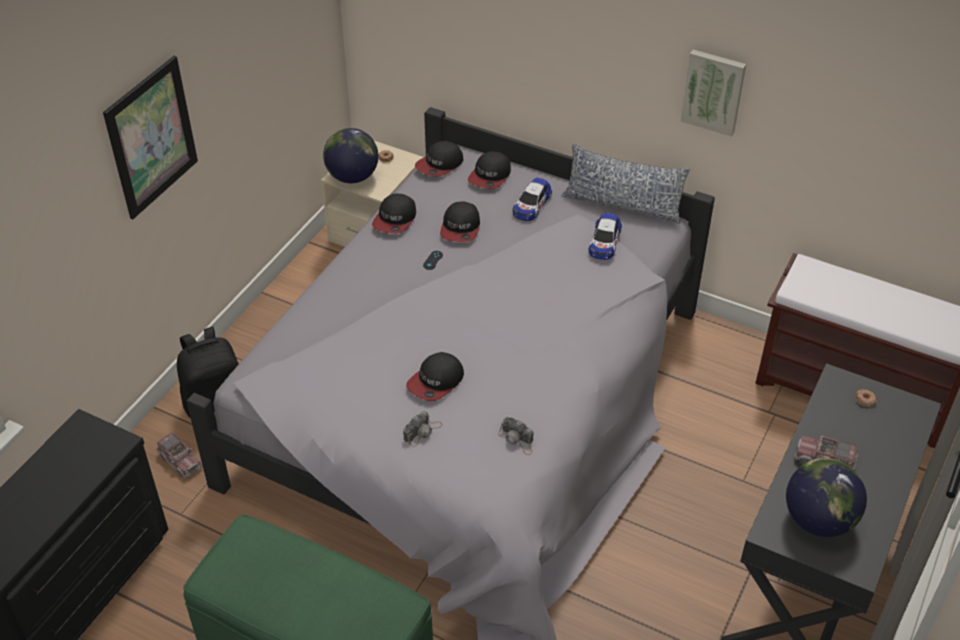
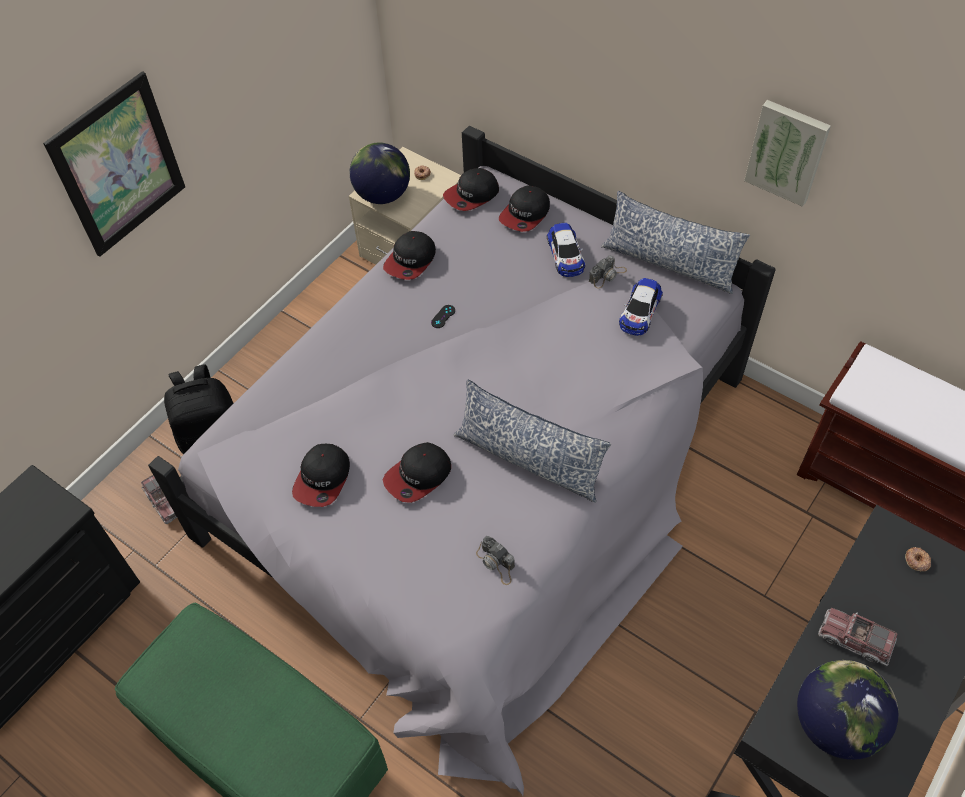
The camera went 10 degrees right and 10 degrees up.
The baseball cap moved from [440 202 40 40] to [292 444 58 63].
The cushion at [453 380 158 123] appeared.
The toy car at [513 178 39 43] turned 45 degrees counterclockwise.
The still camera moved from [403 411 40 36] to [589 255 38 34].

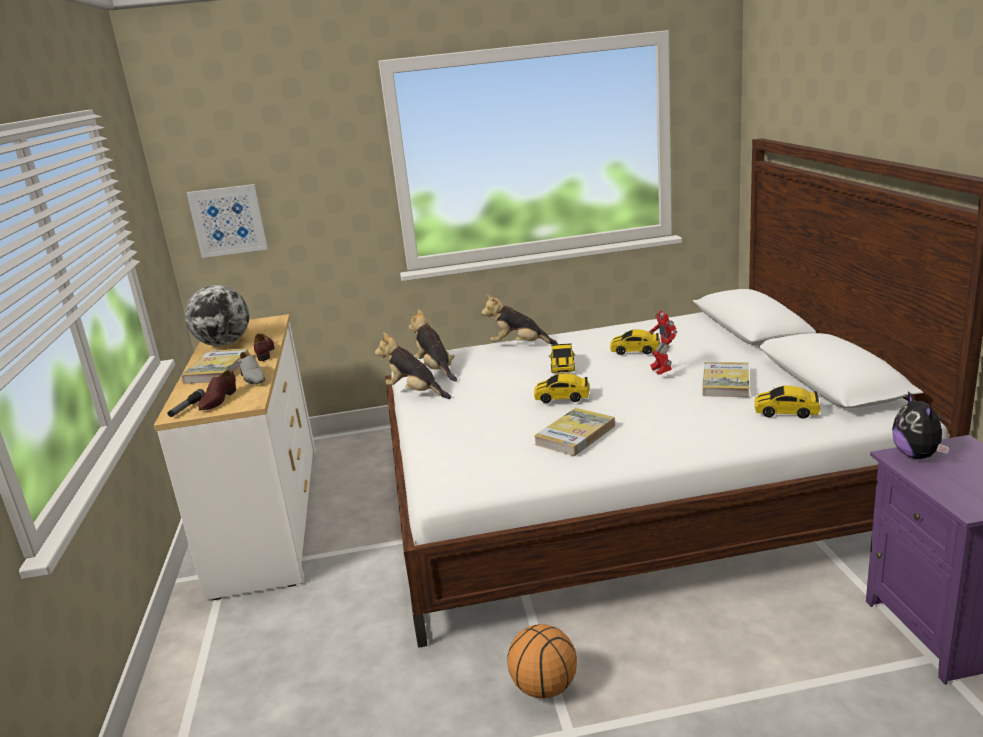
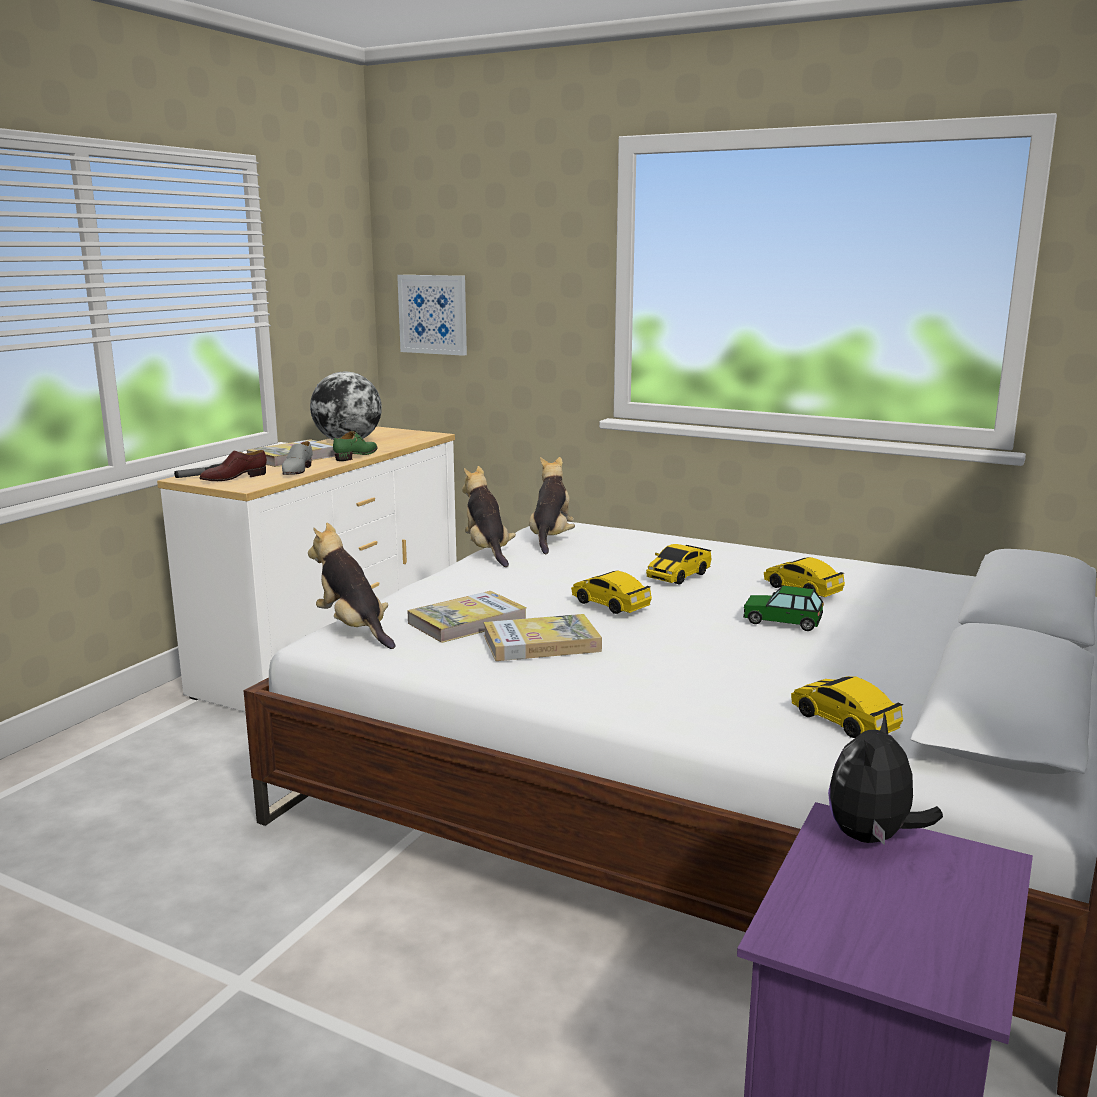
The camera went 35 degrees right and 5 degrees down.
The plush toy moved from [481 294 77 51] to [308 523 87 126].
The low shoe/brownish at [254 333 21 28] became the low shoe/green at [333 431 44 30].
The bound book moved from [702 362 47 35] to [407 591 120 52].
The robot figure at [649 310 28 65] was replaced by the toy car at [743 586 81 45].
The basketball ball at [507 624 70 74] disappeared.

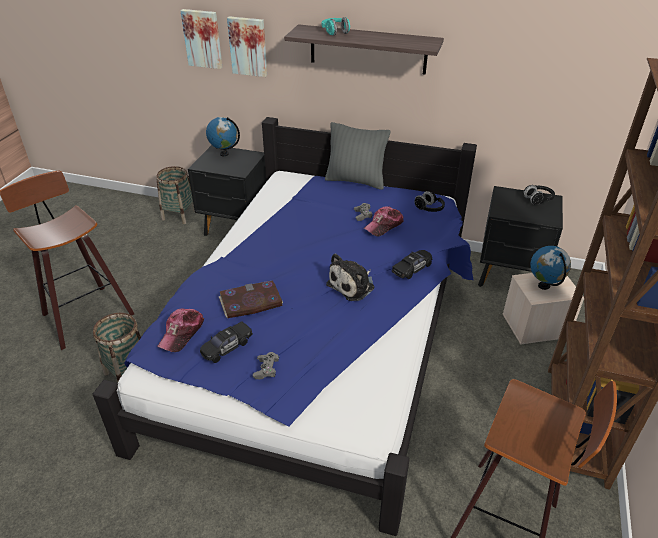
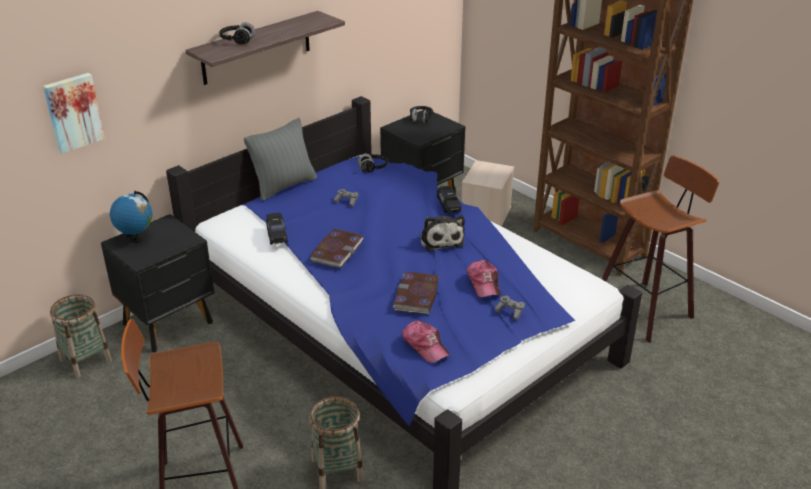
The camera went 60 degrees left and 5 degrees down.
The headset/turquoise at [322 17 28 19] became the headset/blackish at [219 22 36 22].
The toy car/blackish moved from [200 321 53 42] to [266 213 22 32].
The bound book at [310 229 54 39] appeared.
The baseball cap moved from [363 206 41 30] to [467 260 34 37].
The wall picture at [227 16 40 61] disappeared.
The world globe at [530 246 41 44] disappeared.

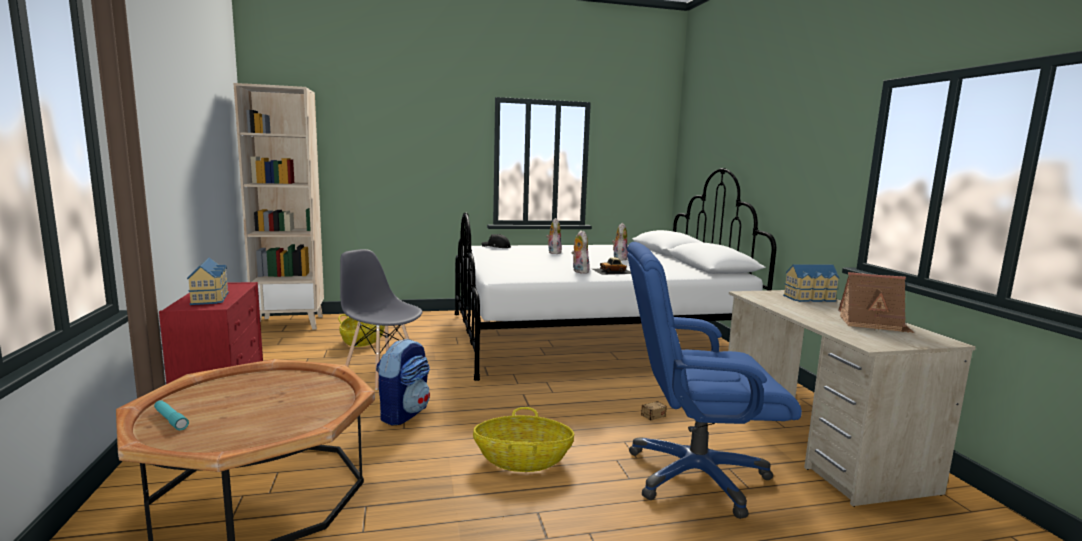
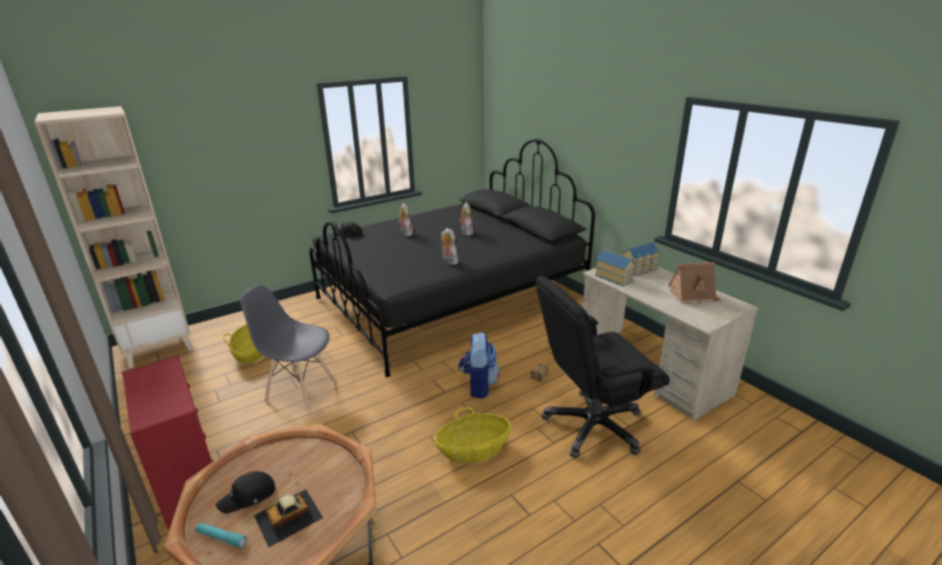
The camera went 20 degrees left and 15 degrees up.
The baseball cap/blackish at [216 471 59 43] appeared.
The toy car moved from [592 257 39 18] to [254 489 69 58].
The sleeping bed/whitish at [455 168 322 213] became the sleeping bed/blackish at [309 139 286 238].
The knapsack moved from [376 338 54 88] to [459 332 41 67].
The desk chair/blue at [627 242 175 277] became the desk chair/blackish at [536 276 134 182].
The model house moved from [187 257 42 48] to [595 249 40 37].

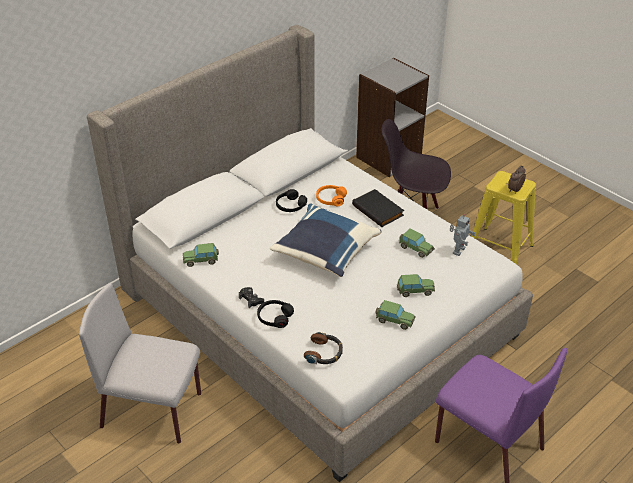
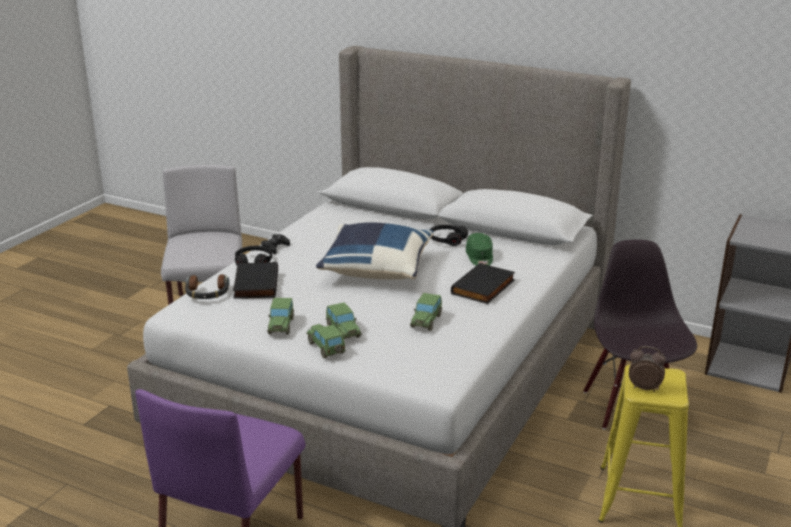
The camera went 70 degrees right and 15 degrees down.
The bound book/blackish at [233 262 45 37] appeared.
The toy car moved from [183 243 36 24] to [306 324 40 34].
The headset/orange-coloured at [316 185 31 21] was replaced by the baseball cap/green at [466 233 27 33].
The robot figure at [450 214 25 42] disappeared.

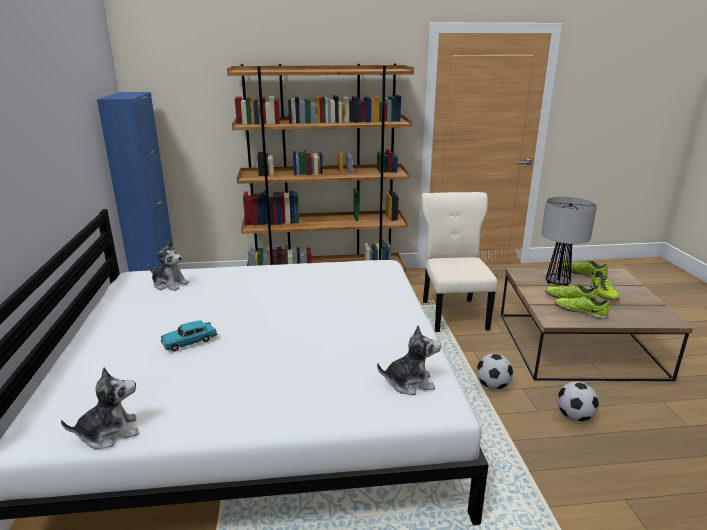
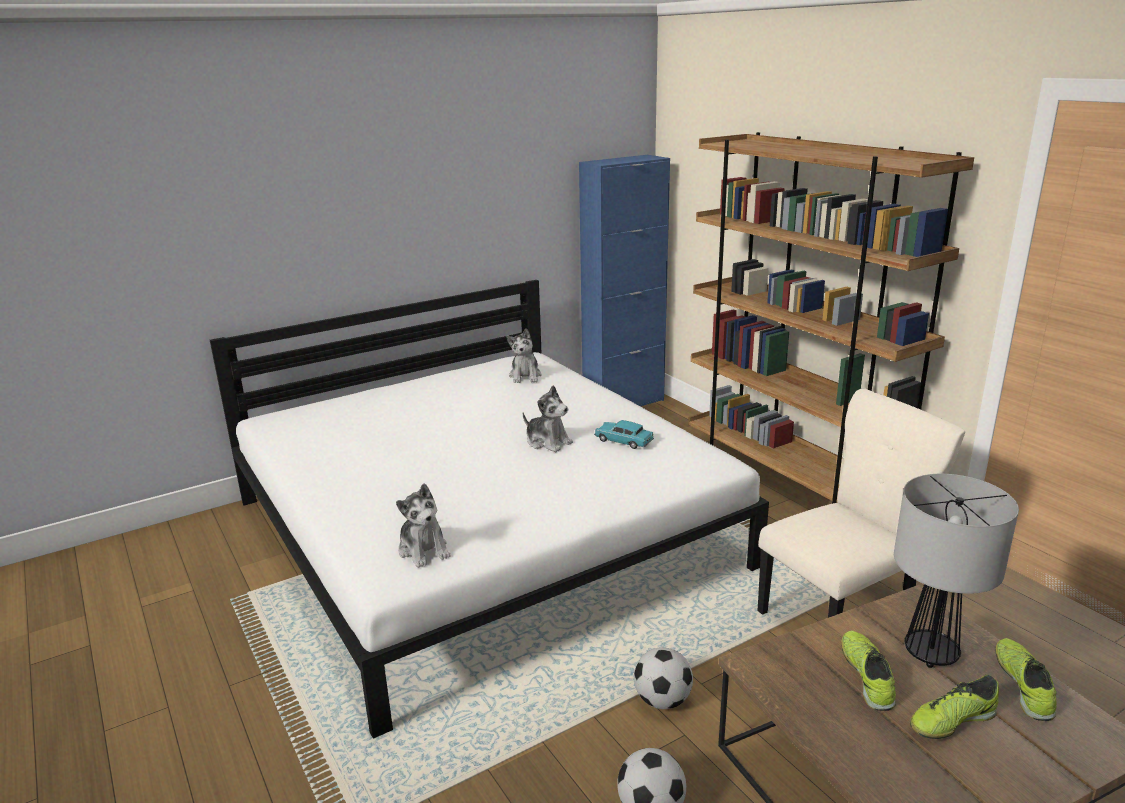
The camera went 65 degrees right and 0 degrees up.
The plush toy moved from [61 367 78 82] to [523 385 50 67].
The toy car/turquoise moved from [160 320 58 32] to [594 420 60 29].
The low shoe at [555 296 54 23] disappeared.

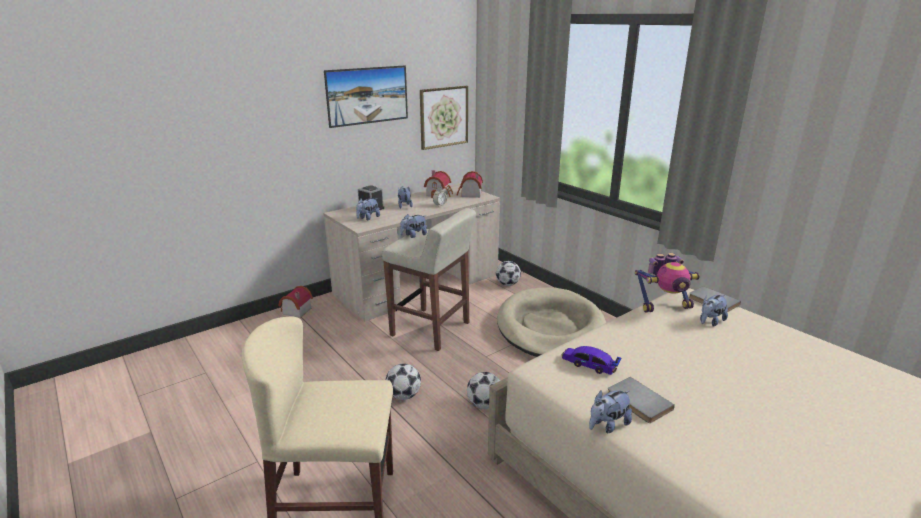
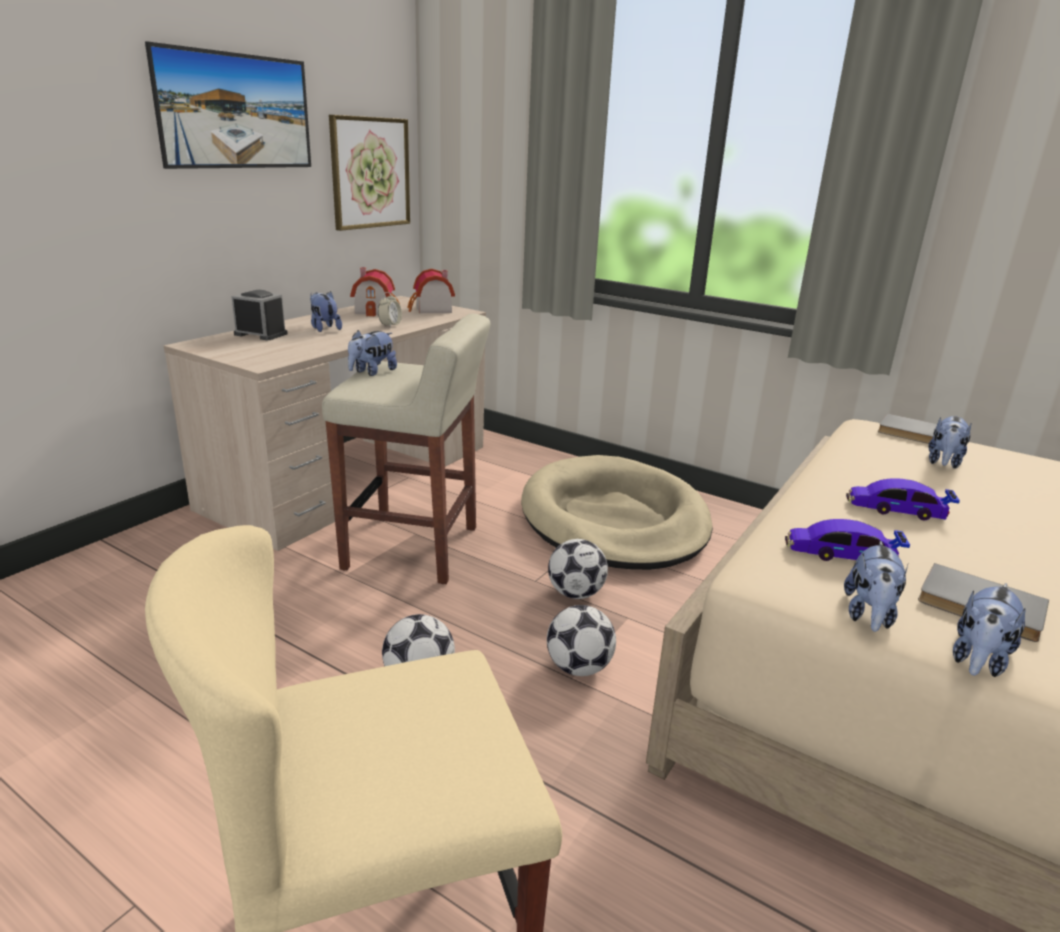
The camera went 20 degrees left and 0 degrees up.
The football moved from [496 261 25 25] to [548 539 60 60].
The plush toy moved from [356 198 24 22] to [844 540 64 92].
The toy car at [846 478 114 43] appeared.
The model house at [278 286 35 32] disappeared.
The robot figure at [635 253 65 60] disappeared.

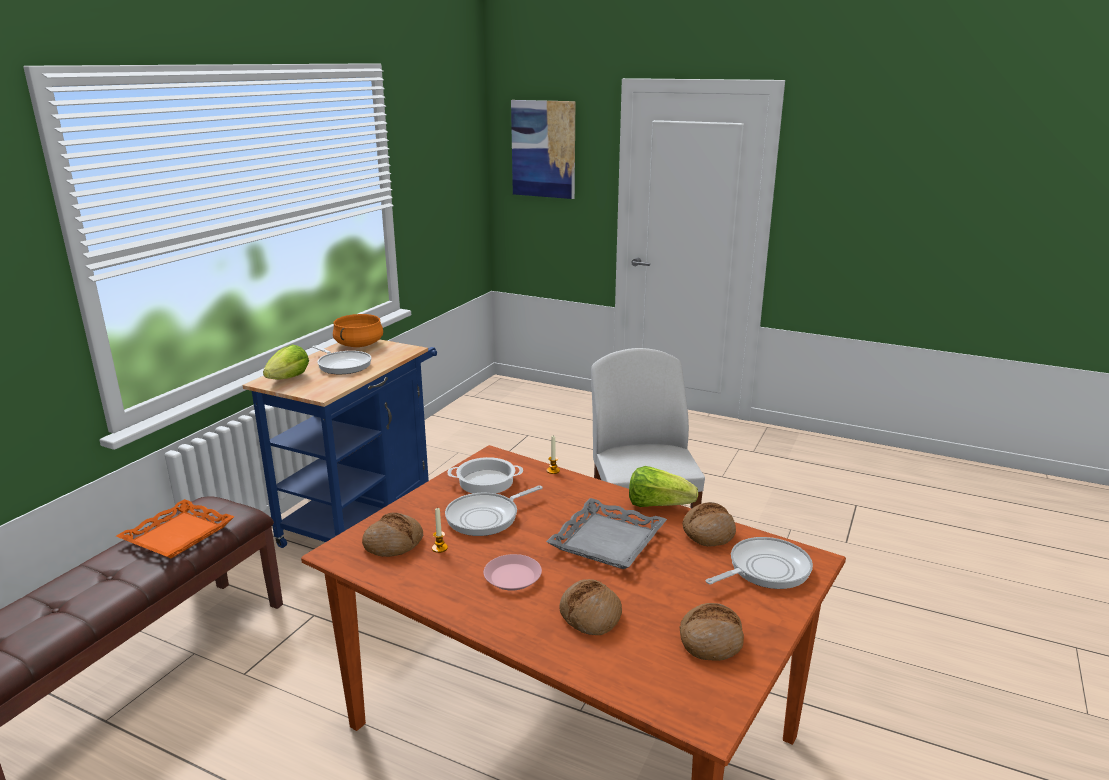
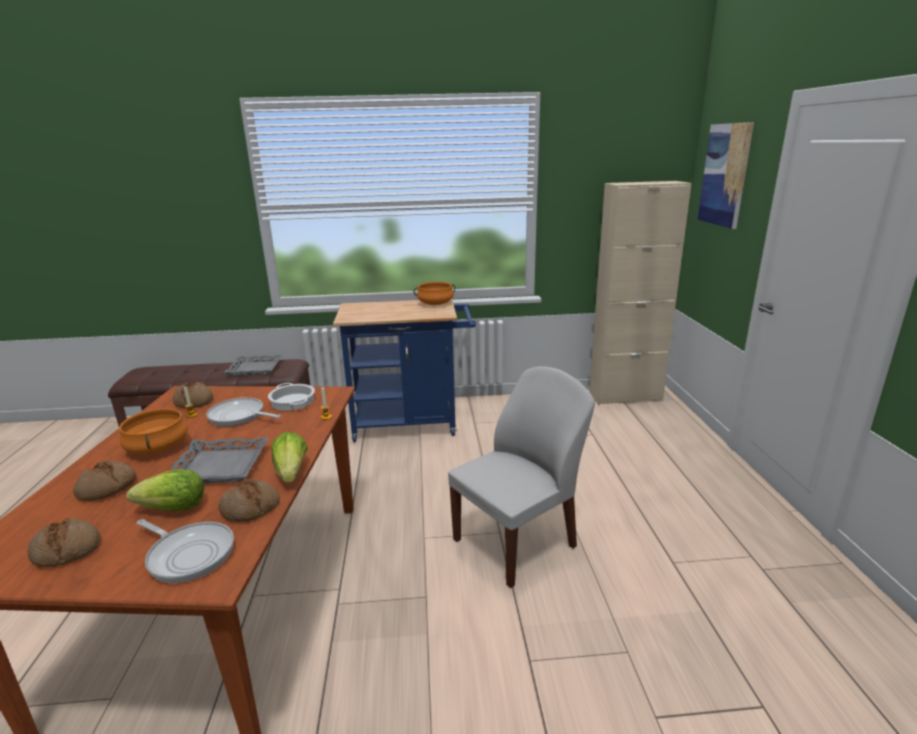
The camera went 60 degrees right and 0 degrees up.
The dinner plate/pink at [484 554 58 37] was replaced by the saucepot/orange-coloured at [119 408 69 47].
The lettuce moved from [263 344 46 36] to [126 469 78 42].
The tray/orange-coloured at [116 499 119 59] became the tray/gray at [224 354 59 22].
The cabinet/beige at [589 181 103 224] appeared.
The frying pan at [312 346 59 28] disappeared.

